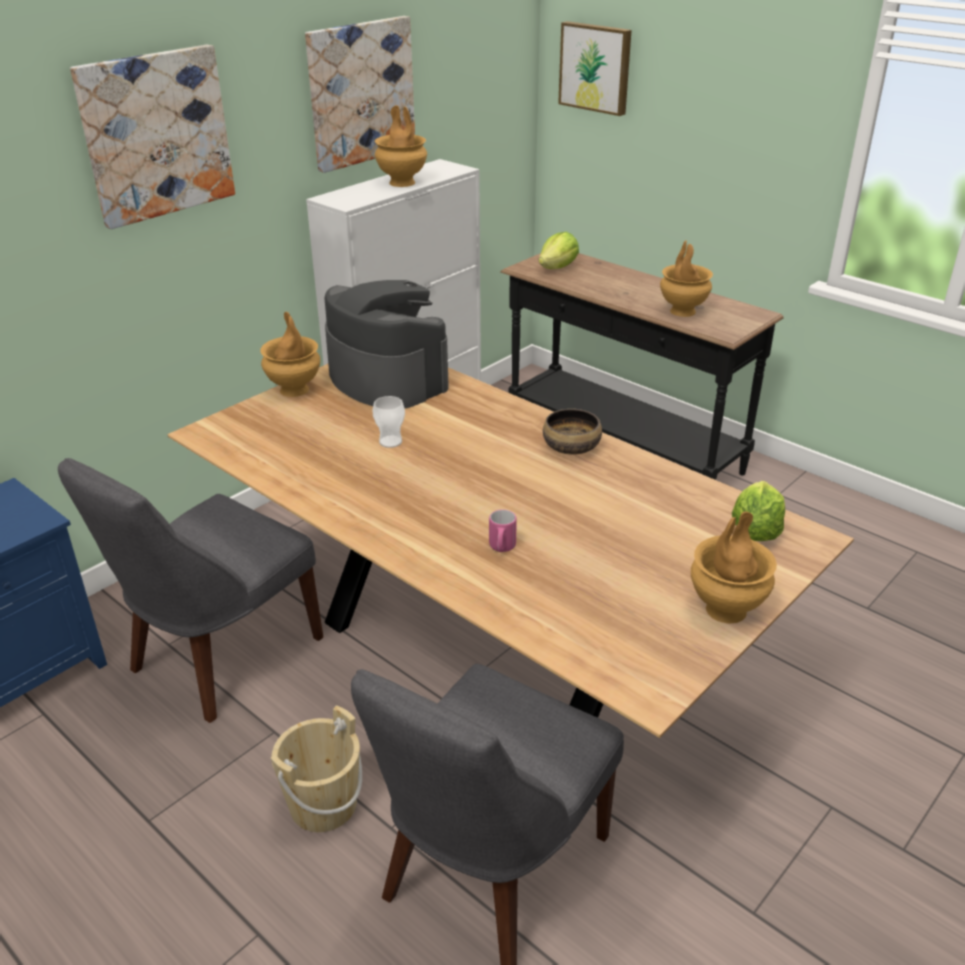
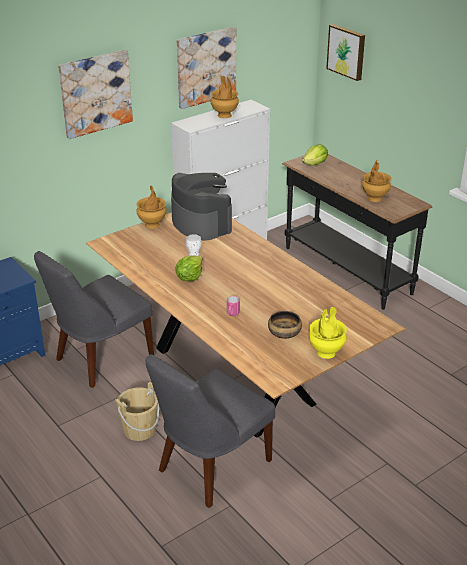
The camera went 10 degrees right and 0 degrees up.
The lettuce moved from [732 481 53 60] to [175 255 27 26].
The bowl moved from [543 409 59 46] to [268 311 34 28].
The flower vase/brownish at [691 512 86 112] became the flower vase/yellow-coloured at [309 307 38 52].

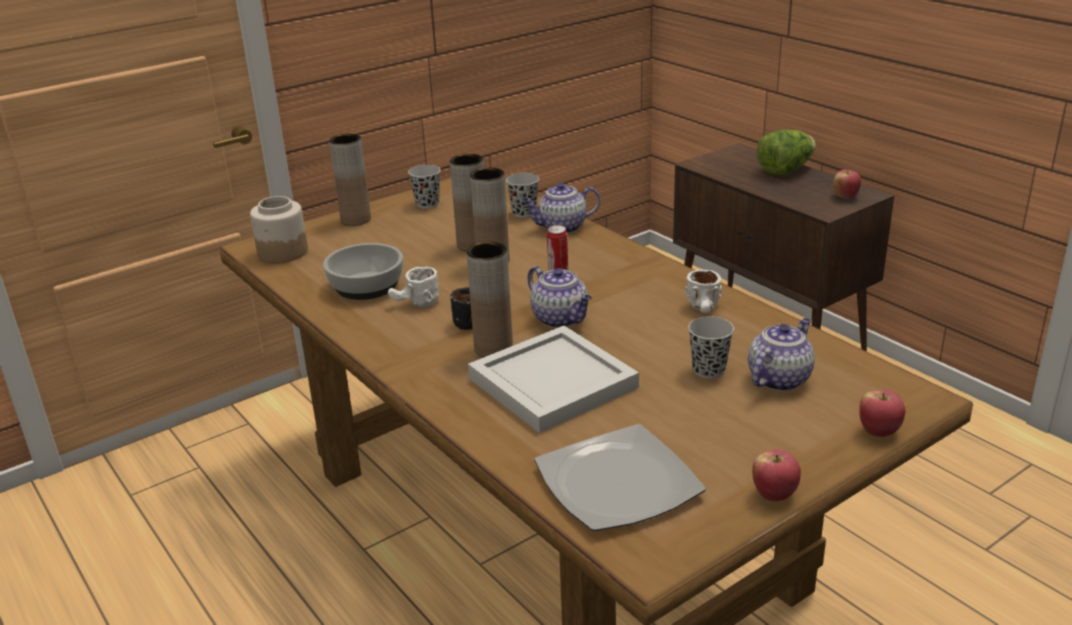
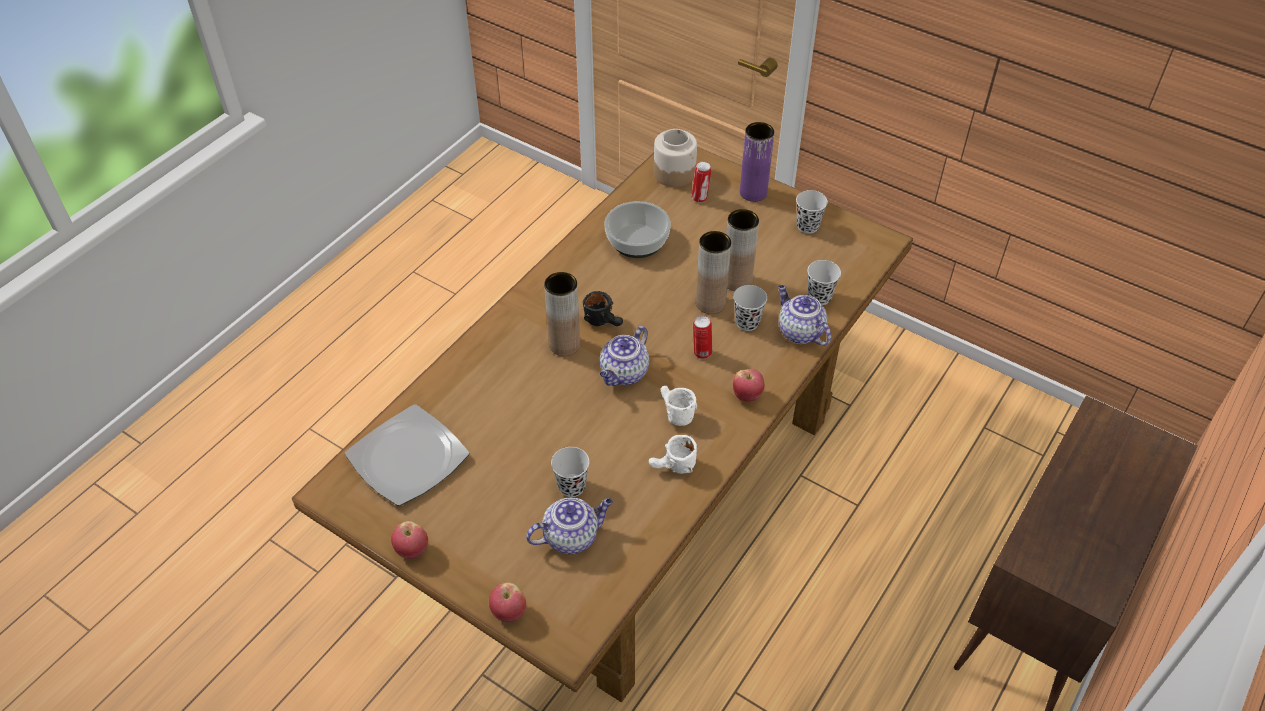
The camera went 70 degrees right and 20 degrees up.
The tea pot at [748 318 67 73] turned 45 degrees counterclockwise.
The coffee mug/whitish moved from [388 267 51 40] to [661 386 36 40].
The can at [691 161 20 42] appeared.
The drinking cup/blackish at [733 285 34 46] appeared.
The whole apple moved from [833 170 28 29] to [733 369 32 33].
The flower vase/brownish at [329 134 42 92] became the flower vase/purple-coloured at [740 122 34 80].
The tray/whitish at [468 326 171 107] disappeared.
The lettuce at [757 130 59 46] disappeared.

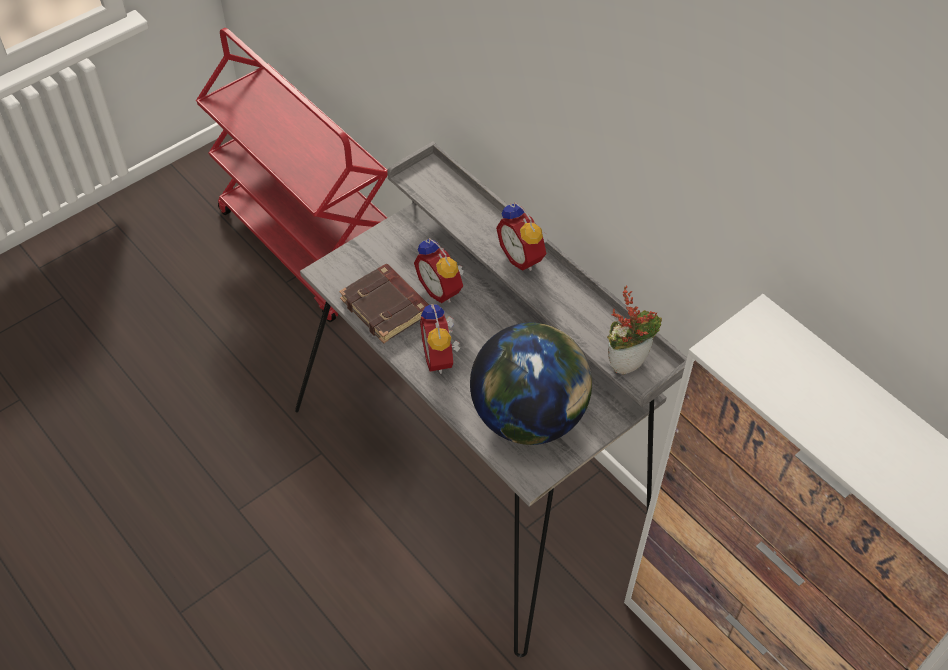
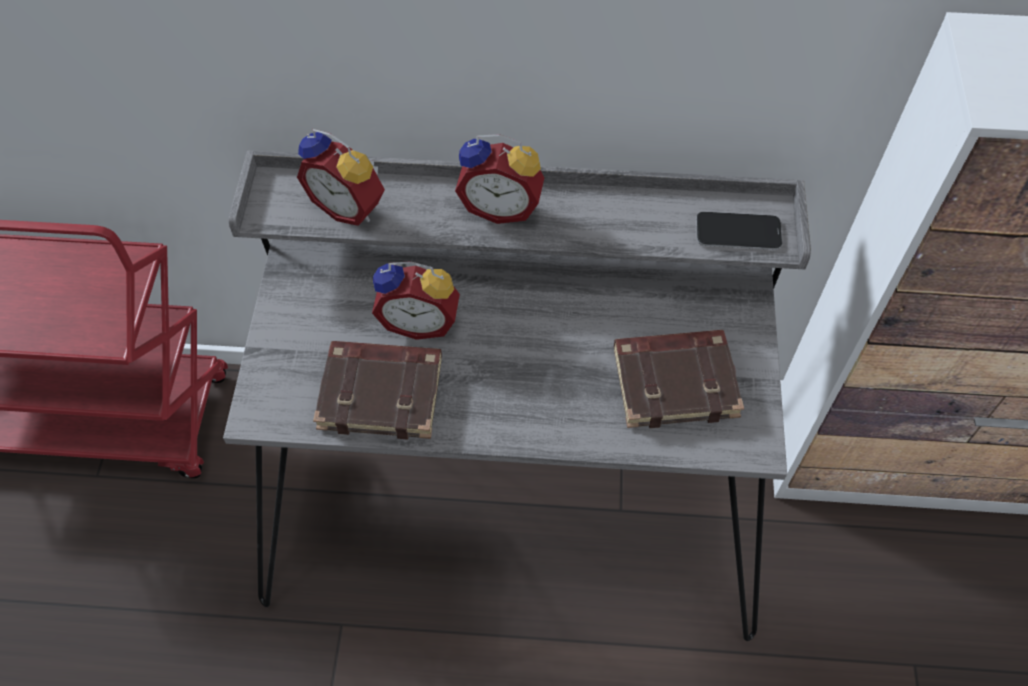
The camera went 45 degrees left and 5 degrees up.
The bedside clock moved from [420 304 40 70] to [297 129 88 97].
The world globe at [470 323 122 122] was replaced by the bound book/brownish at [614 330 130 98].
The houseplant at [607 285 55 90] was replaced by the phone at [696 212 86 38].

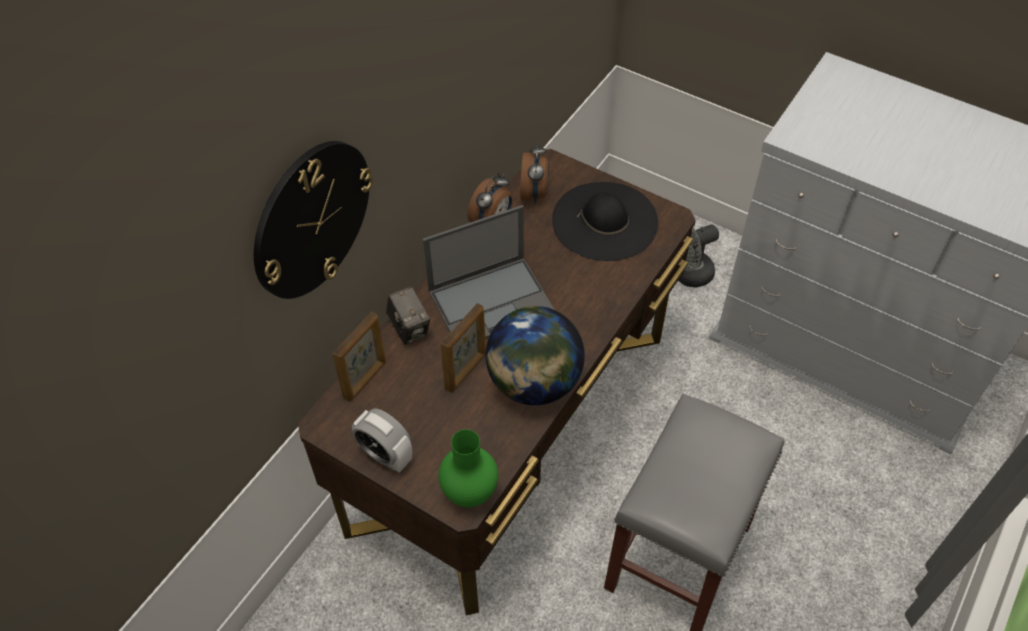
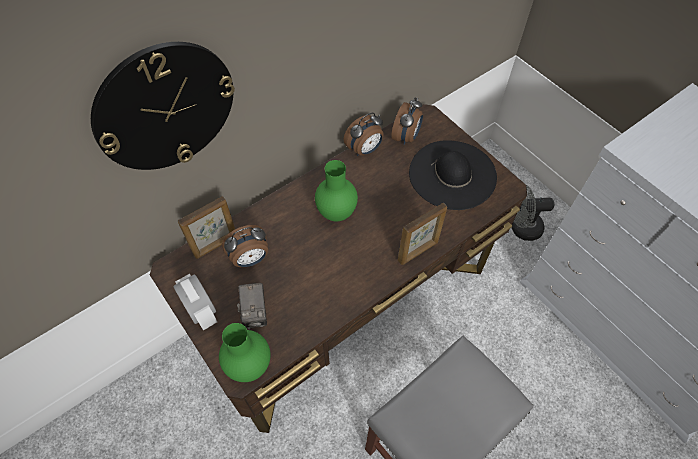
The camera went 20 degrees right and 5 degrees up.
The bedside clock at [222 225 46 42] appeared.
The still camera moved from [386 287 44 58] to [237 283 30 47].
The notebook computer at [423 205 132 134] was replaced by the flower vase/green at [315 160 43 62].
The standing frame moved from [441 303 45 89] to [398 203 49 62].
The world globe at [486 306 99 99] disappeared.

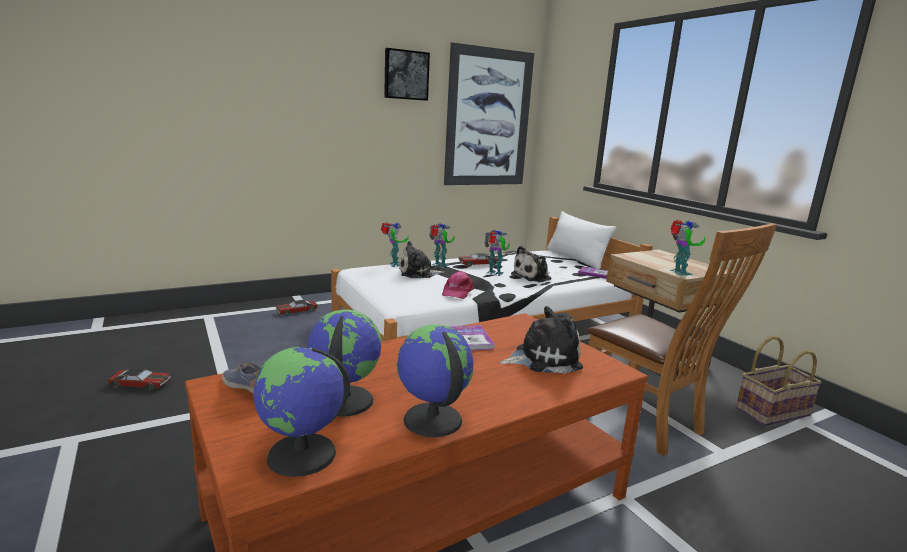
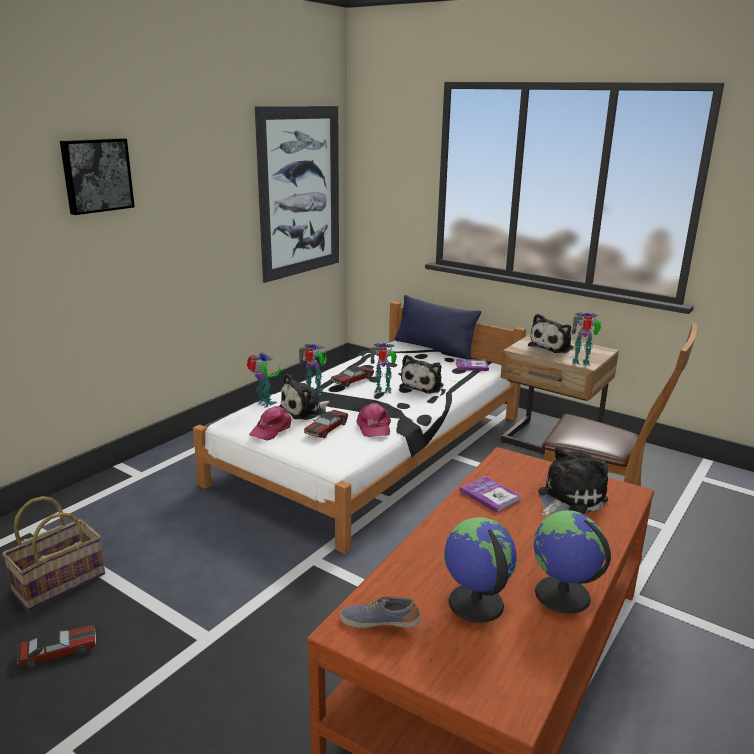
The camera went 25 degrees left and 5 degrees up.
The basket moved from [736 336 86 90] to [2 496 103 114].
The wall picture moved from [384 48 46 53] to [60 138 75 77].
The baseball cap/pink at [249 406 43 35] appeared.
The toy car moved from [276 300 42 16] to [304 410 44 28].
The cushion/whitish at [547 211 70 58] became the cushion/blue at [394 295 87 65].
The plush toy at [528 314 46 39] appeared.
The robot figure at [670 220 35 56] turned 45 degrees counterclockwise.
The world globe at [253 347 97 130] disappeared.

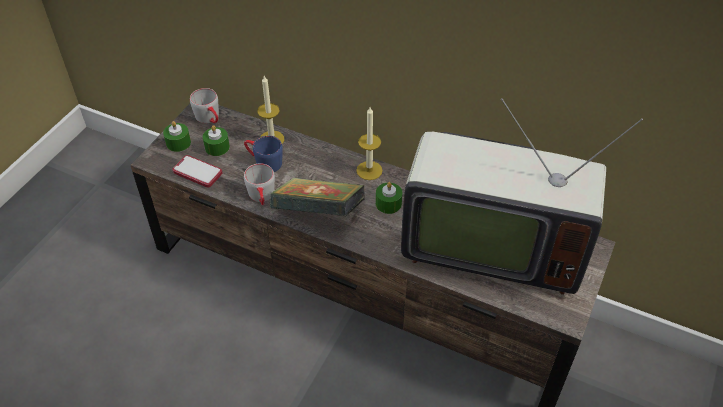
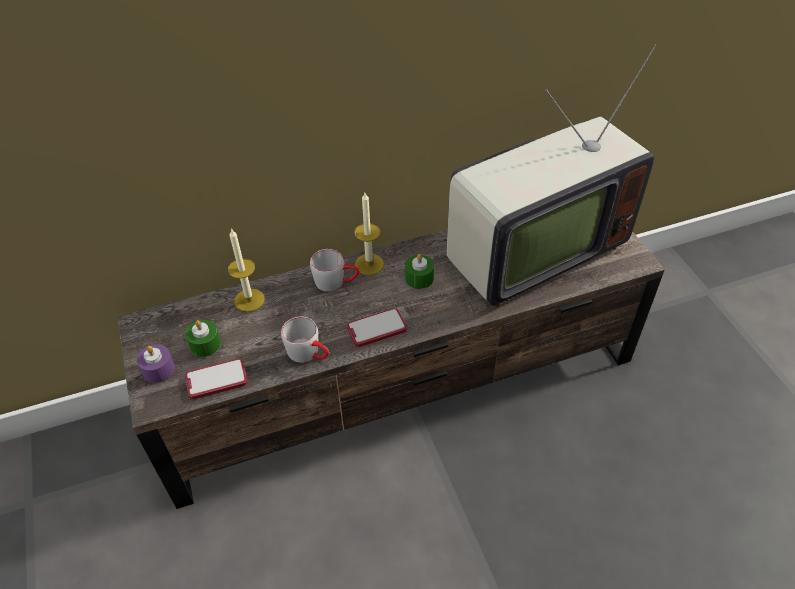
The camera went 45 degrees left and 0 degrees up.
The candle/green at [163 121 28 31] became the candle/purple-coloured at [137 344 38 39].
The coffee mug/gray moved from [190 88 29 36] to [310 249 50 43].
The bound book at [270 177 95 39] was replaced by the phone at [347 308 60 39].
The coffee mug/blue at [244 136 39 36] disappeared.

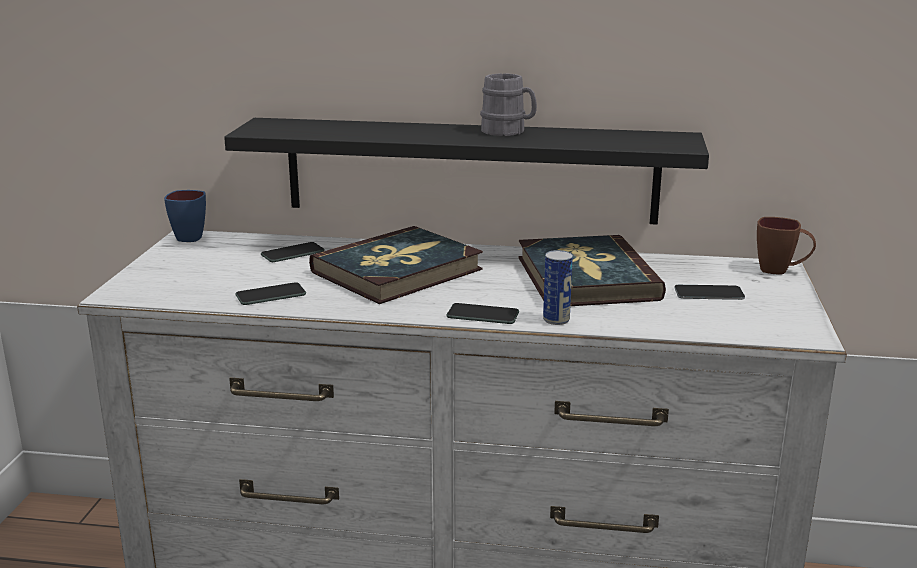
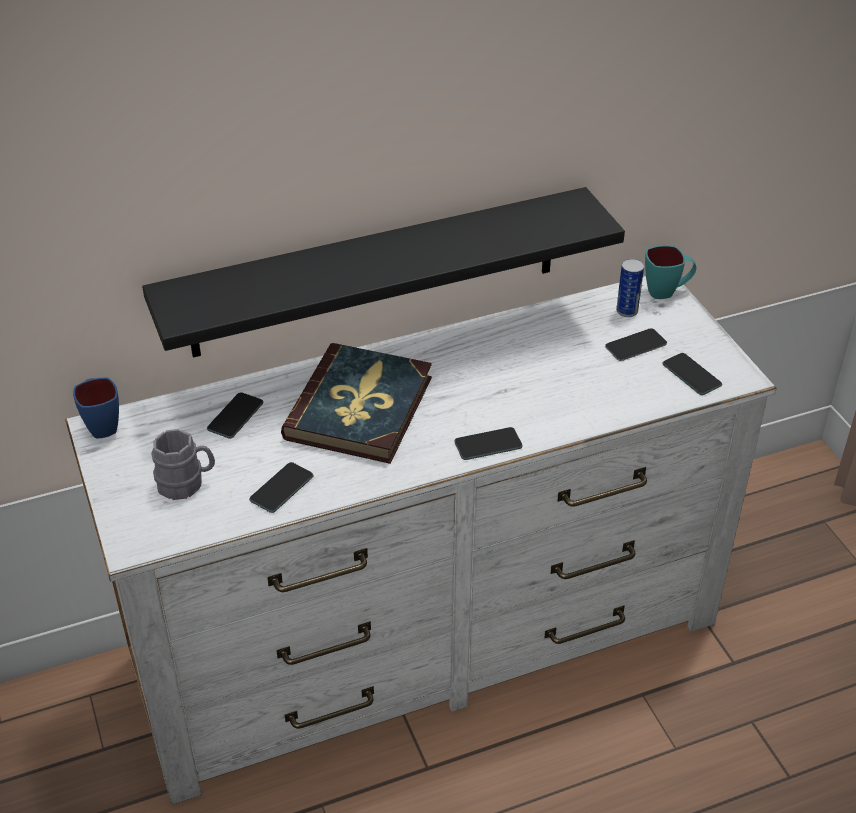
The camera went 30 degrees left and 20 degrees up.
The coffee mug/gray moved from [480 73 57 63] to [152 429 63 71].
The can moved from [543 250 30 75] to [616 259 28 58].
The coffee mug/brownish at [757 217 59 58] became the coffee mug/turquoise at [645 245 51 54].
The phone at [663 353 59 42] appeared.
The bound book at [518 235 148 71] disappeared.

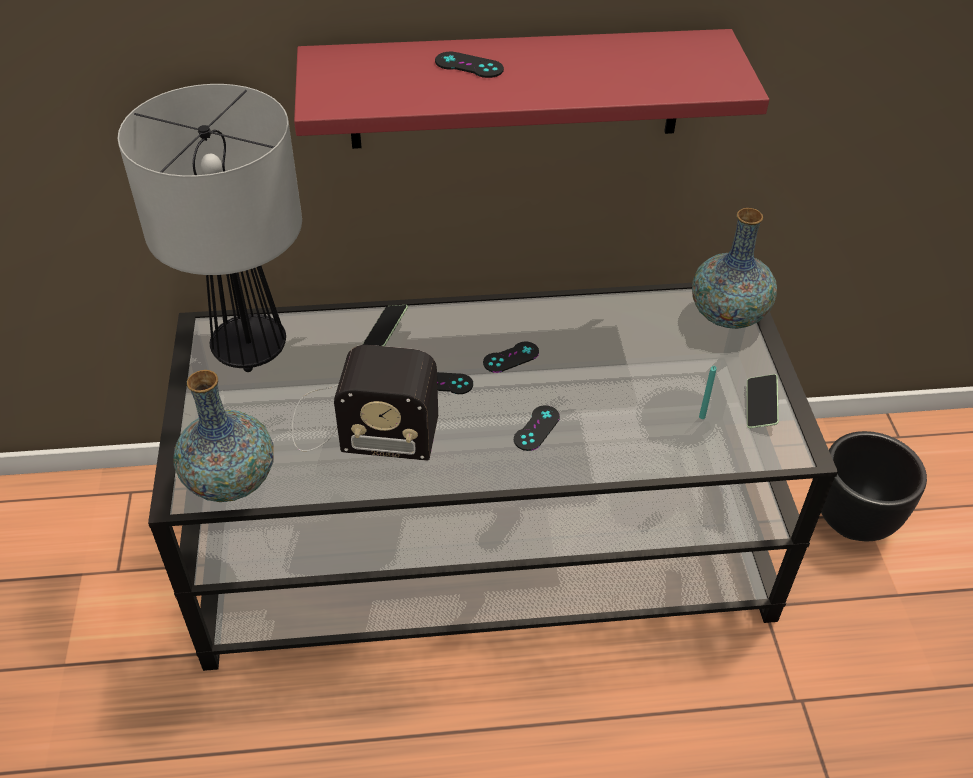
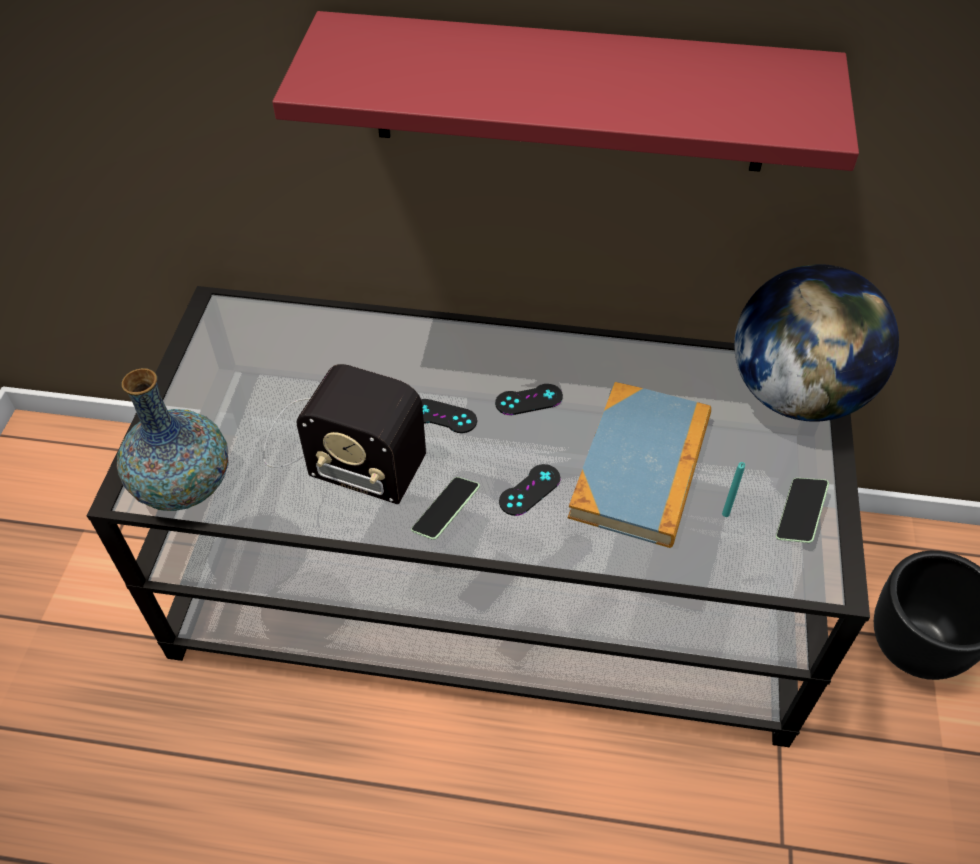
The camera went 15 degrees right and 5 degrees up.
The phone moved from [362 305 46 41] to [411 477 69 63].
The bound book at [568 382 143 166] appeared.
The flower vase at [692 208 85 121] was replaced by the world globe at [734 264 165 157].
The lamp for a table at [118 84 184 288] disappeared.
The gamepad/blackish at [435 52 69 26] disappeared.

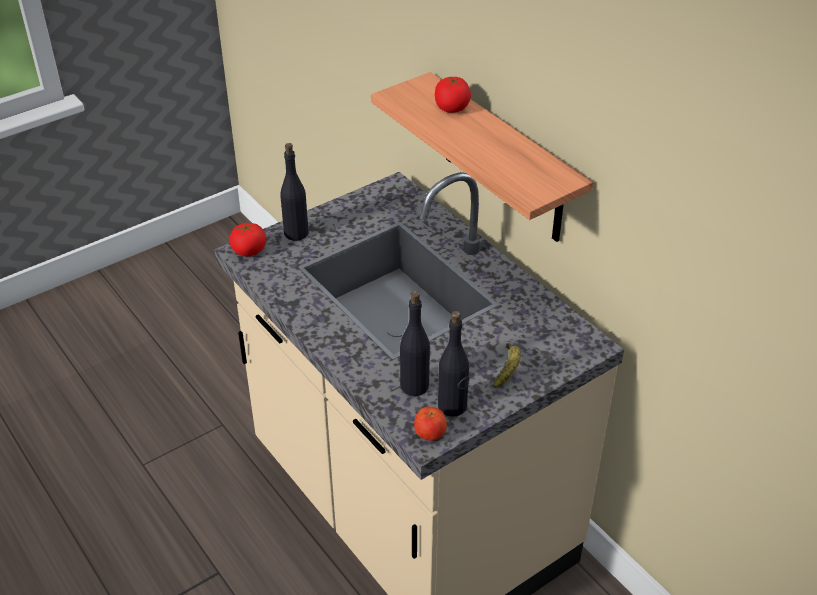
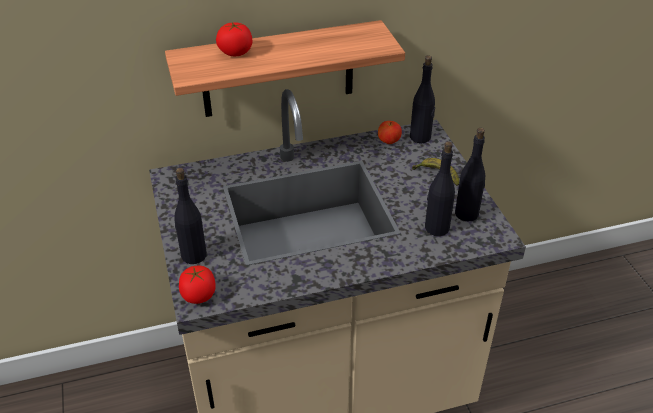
The camera went 70 degrees left and 0 degrees up.
The whole apple moved from [414 407 33 34] to [378 121 24 23].
The drink bottle/blackish at [410 55 25 88] appeared.

